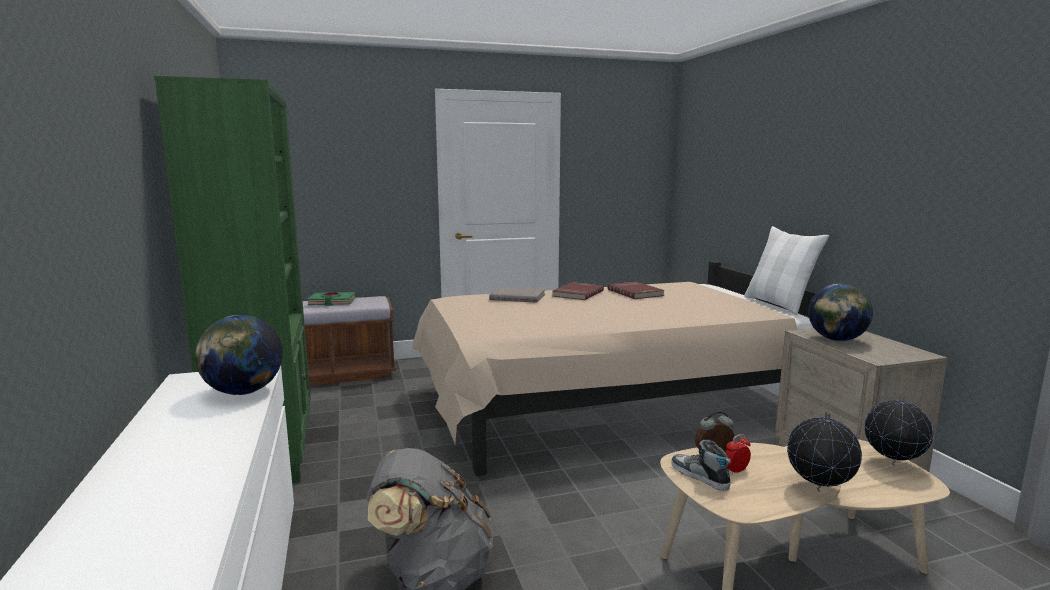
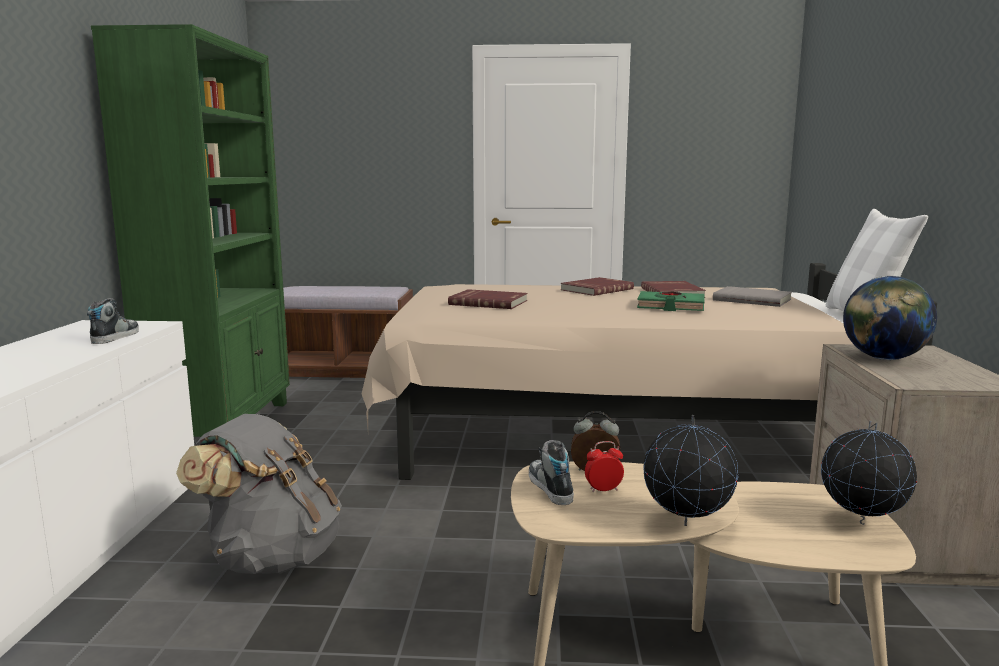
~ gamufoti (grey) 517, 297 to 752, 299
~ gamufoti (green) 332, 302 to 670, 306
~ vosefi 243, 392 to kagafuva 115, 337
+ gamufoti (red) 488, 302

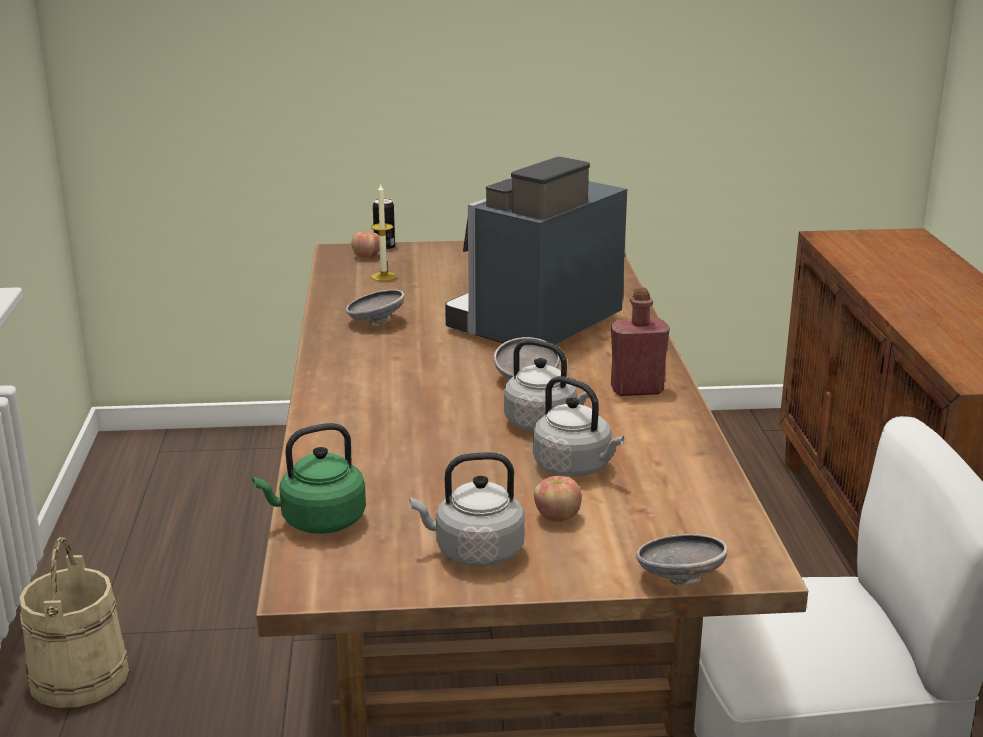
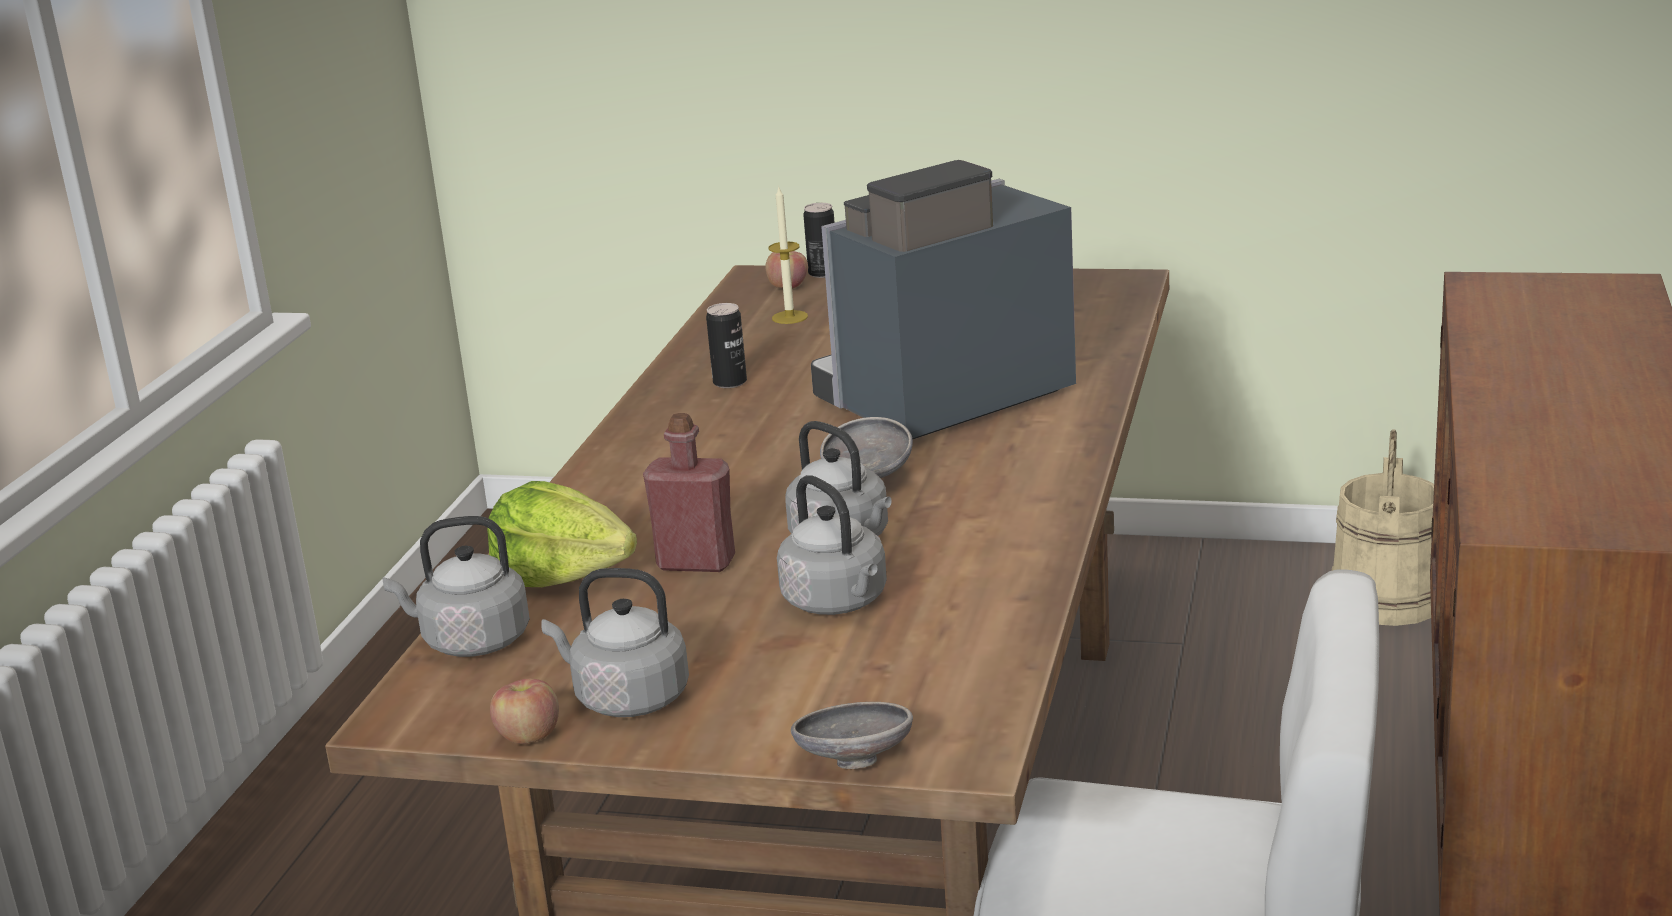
~ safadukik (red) 637, 390 to 696, 563
~ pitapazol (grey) 375, 322 to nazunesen 730, 382
~ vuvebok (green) 318, 521 to vuvebok (grey) 470, 642
~ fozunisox 556, 517 to 528, 737
~ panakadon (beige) 78, 676 to 1385, 598
+ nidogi 562, 574

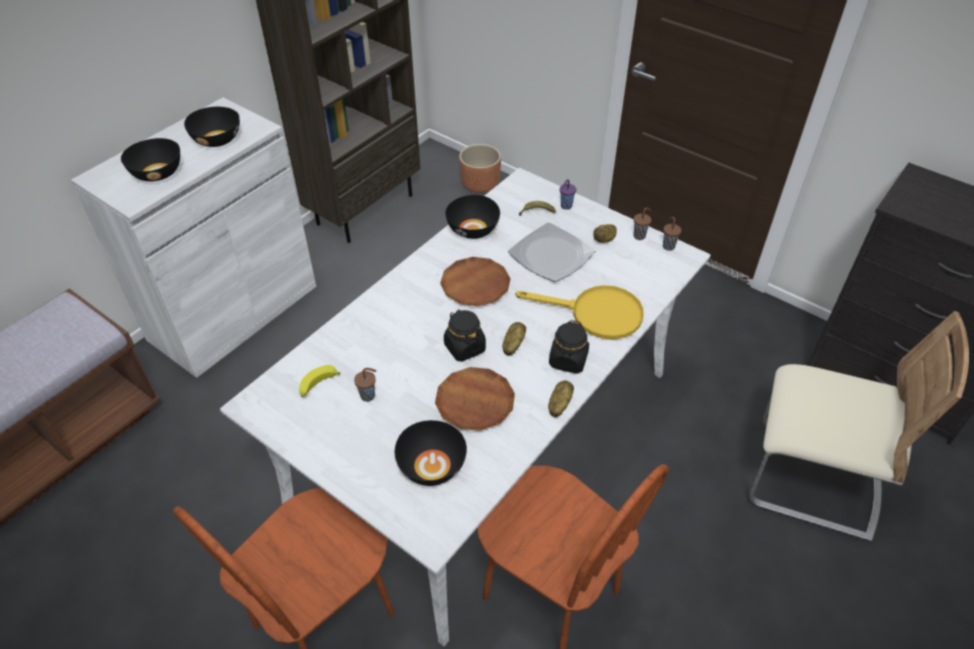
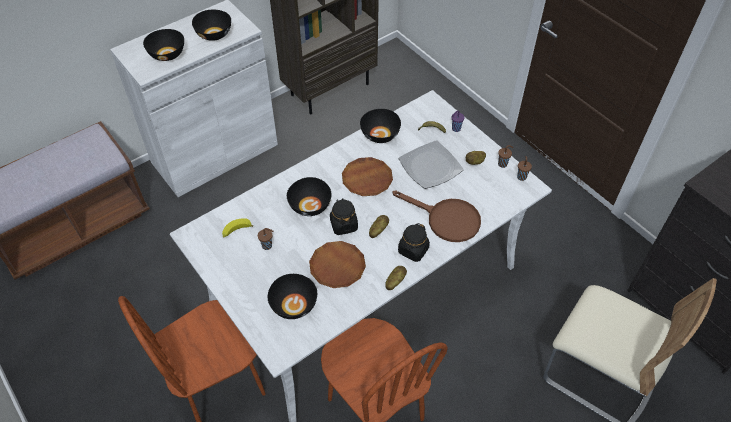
- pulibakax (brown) 479, 185
~ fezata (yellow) 596, 314 to fezata (brown) 446, 220
+ pitapazol (black) 309, 205

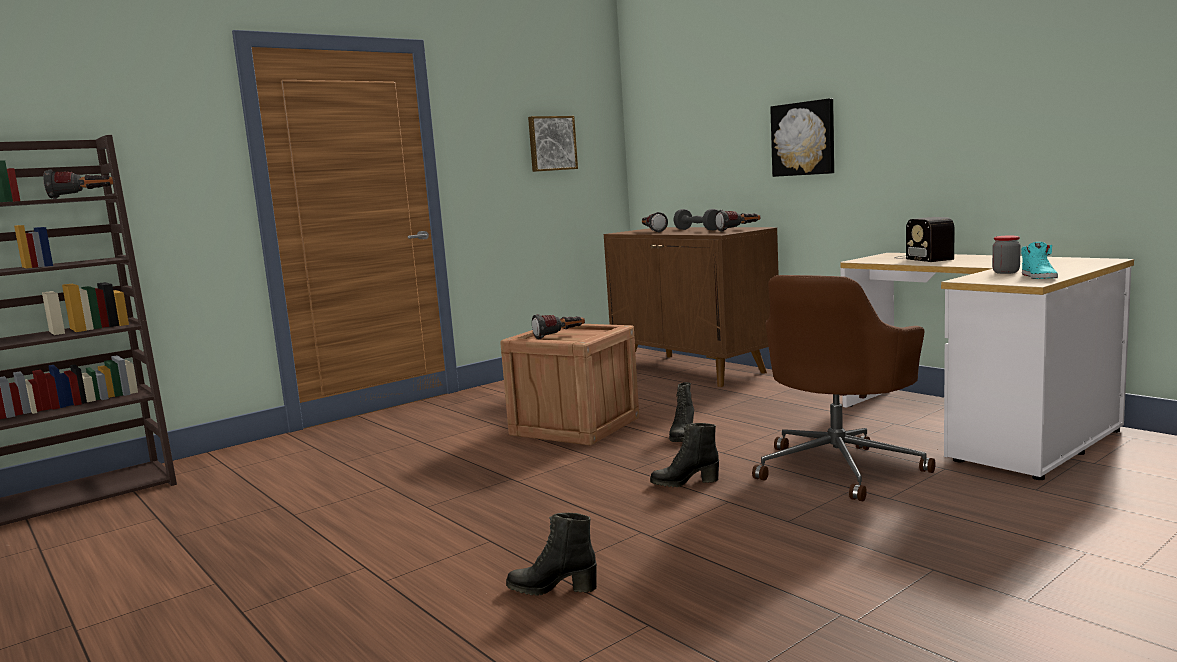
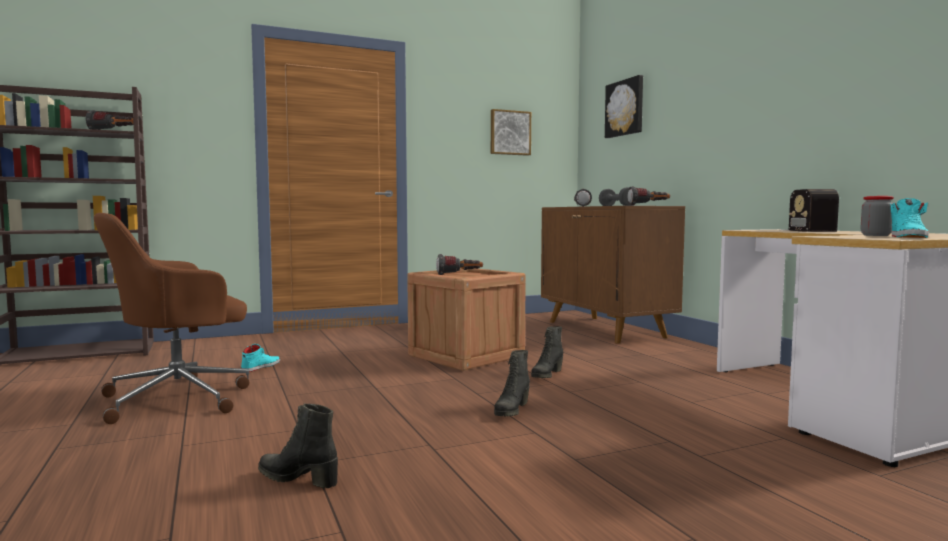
~ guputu 804, 138 to 625, 108
~ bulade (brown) 839, 468 to 180, 398
~ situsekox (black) 684, 482 = 511, 410 75 degrees counterclockwise
+ kagafuva (turquoise) 260, 367

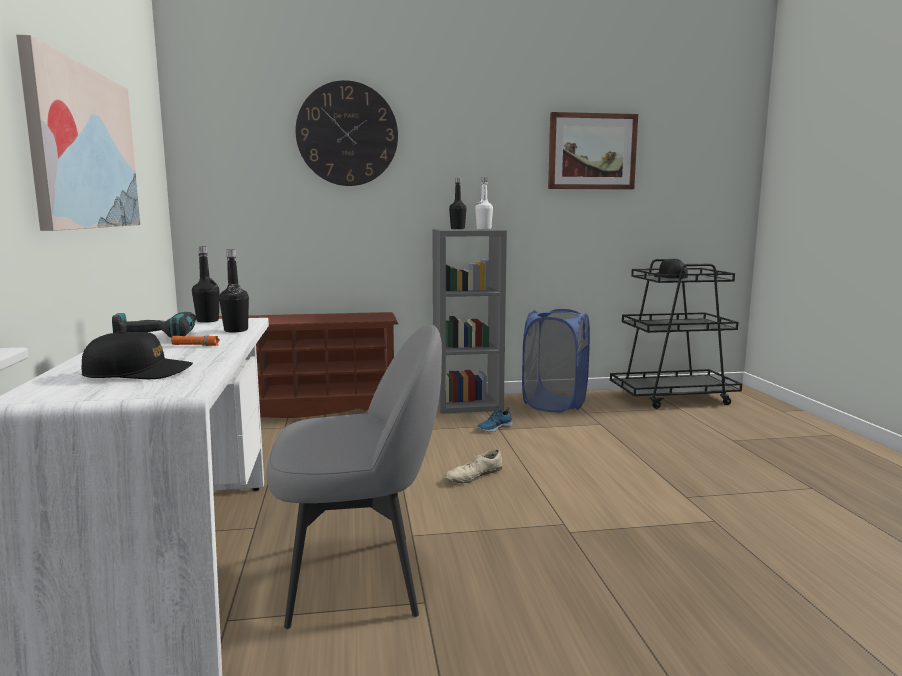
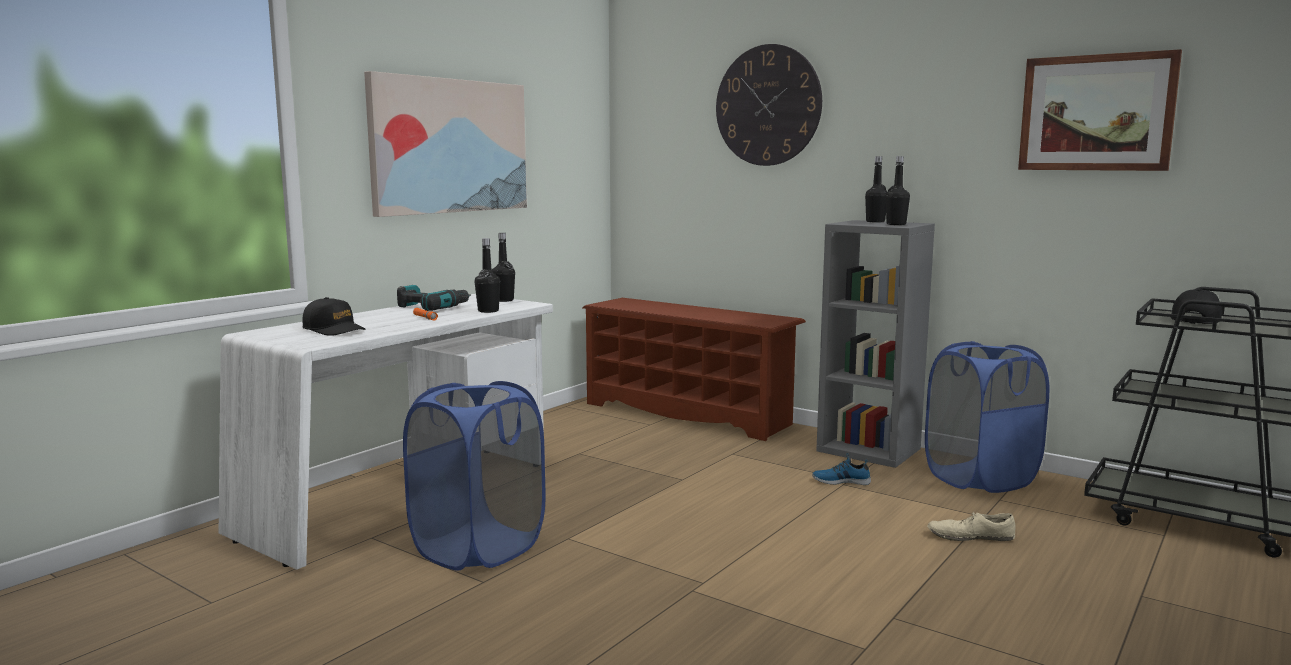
~ safadukik (white) 483, 229 to safadukik (black) 896, 224
~ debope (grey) 358, 577 to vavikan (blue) 478, 548
~ kagafuva (beige) 474, 475 to 970, 536

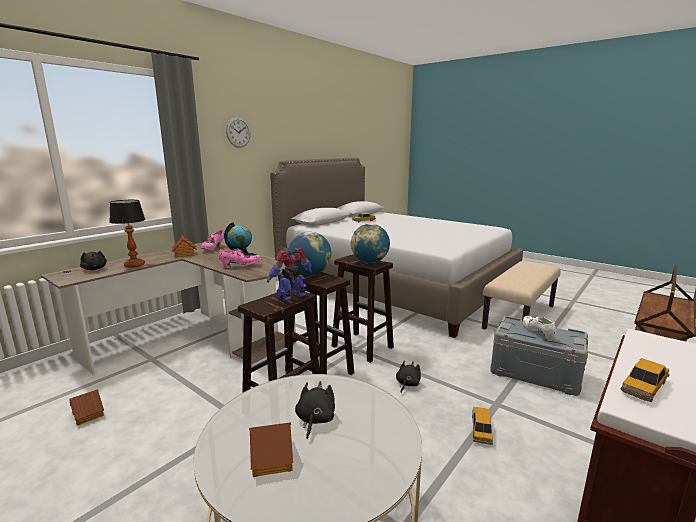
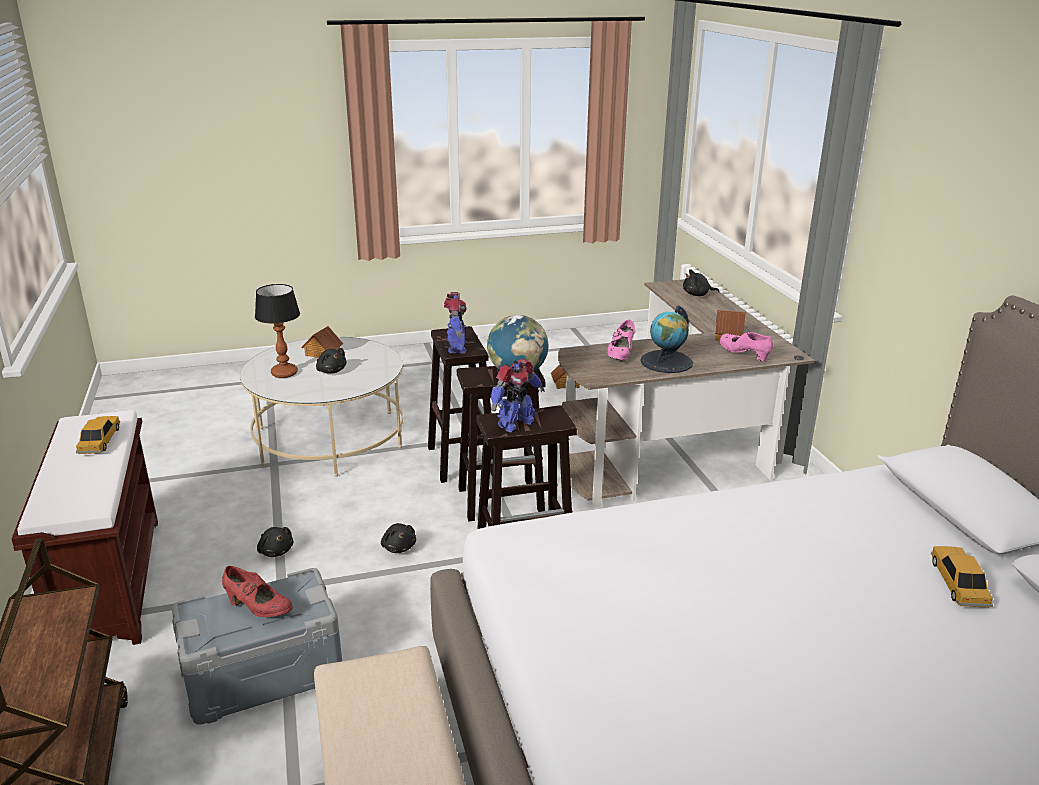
- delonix 238, 132
~ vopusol 134, 265 to 285, 373
~ vosefi 370, 262 to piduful 515, 423
~ kagafuva (white) 537, 333 to kagafuva (red) 258, 608
~ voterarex 481, 429 to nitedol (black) 275, 551

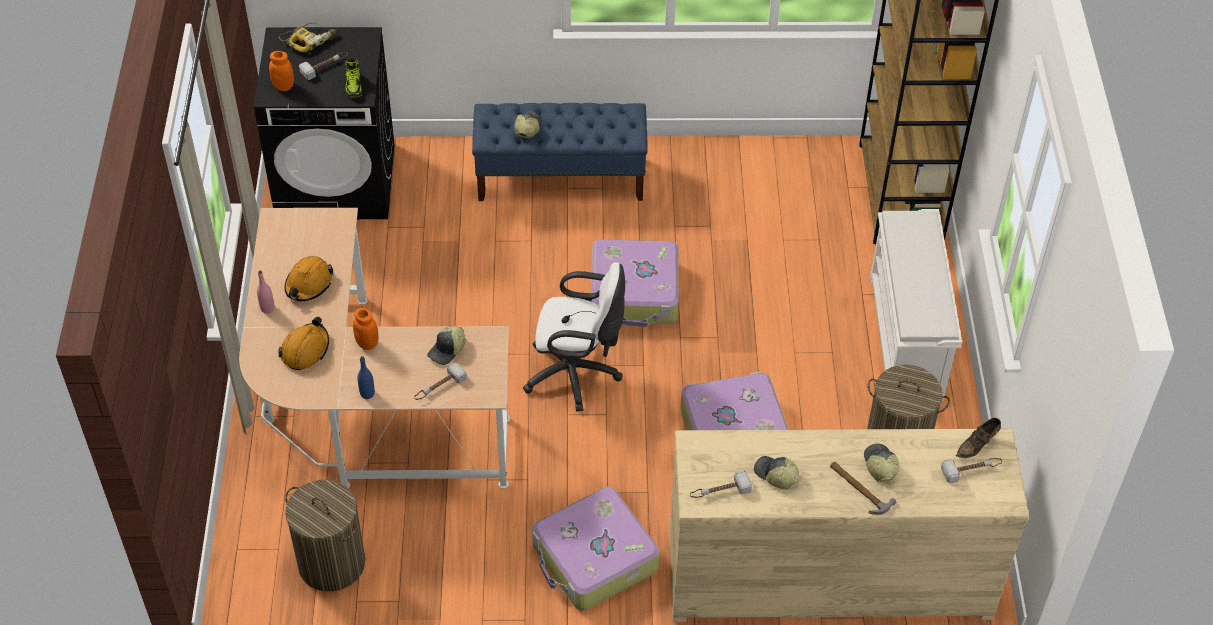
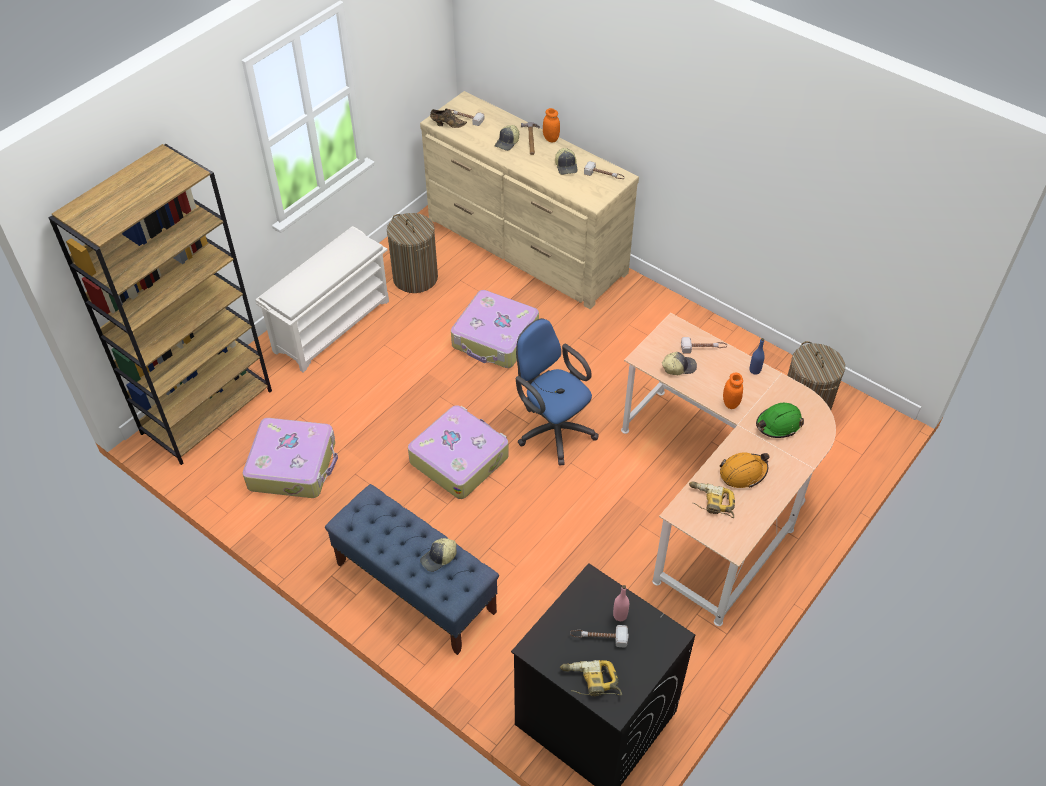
~ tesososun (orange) 283, 86 to 551, 139
- kagafuva 354, 86
~ bulade (white) 577, 374 to bulade (blue) 552, 429
~ safadukik (pink) 267, 308 to 620, 615
~ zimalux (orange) 305, 350 to zimalux (green) 778, 424
~ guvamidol 594, 559 to 293, 465
+ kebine 710, 502

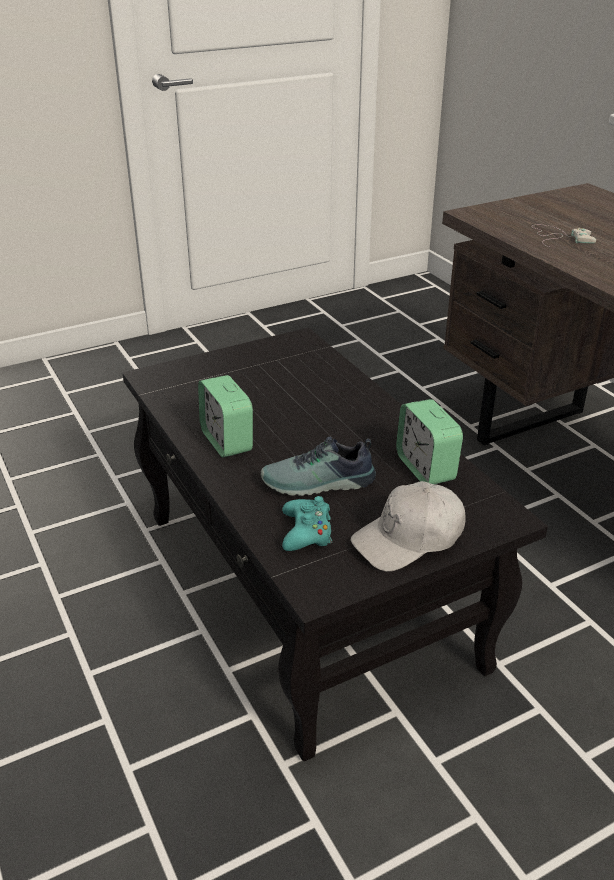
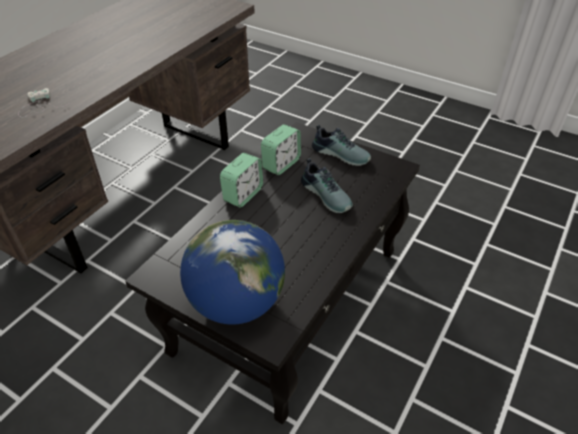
~ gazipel 227, 441 to 243, 195
~ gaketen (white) 409, 539 to kagafuva 341, 153
- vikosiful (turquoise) 306, 532
+ vosefi 236, 303

